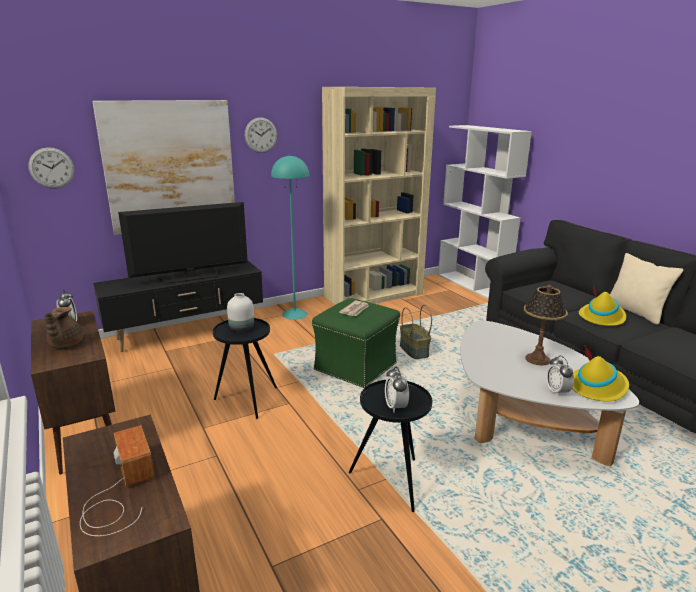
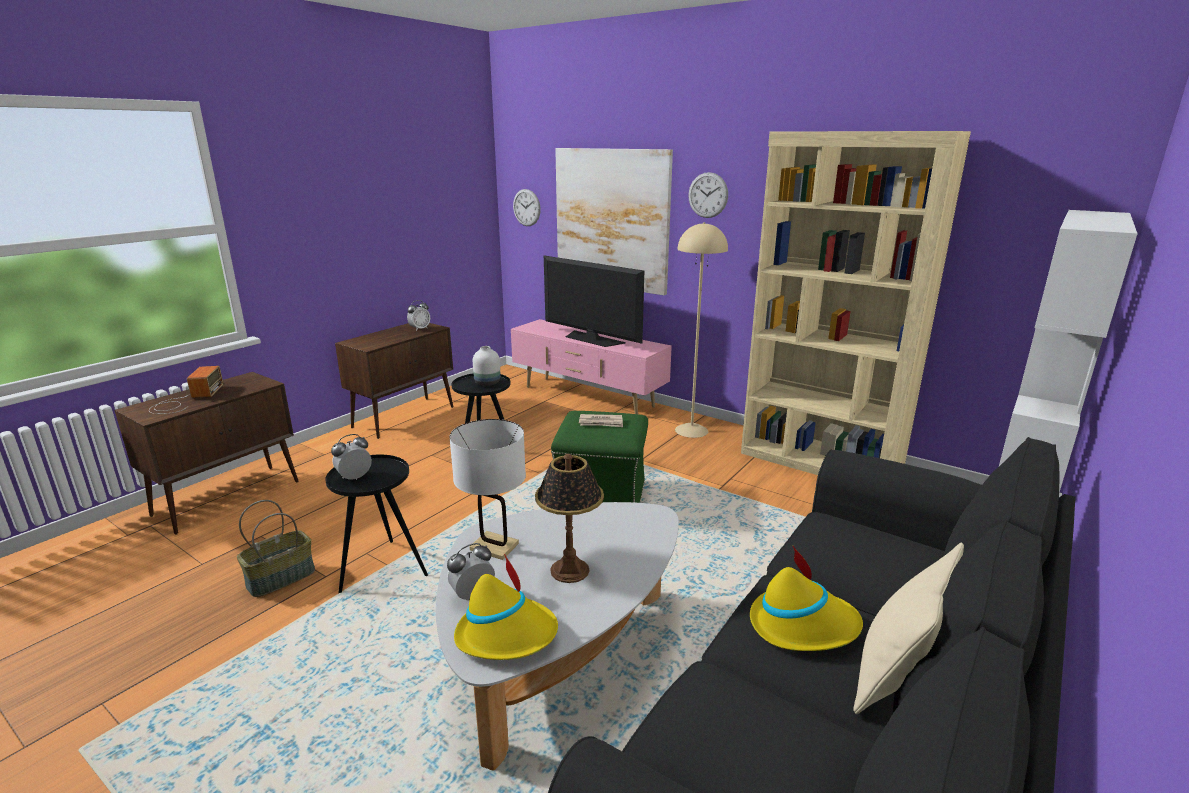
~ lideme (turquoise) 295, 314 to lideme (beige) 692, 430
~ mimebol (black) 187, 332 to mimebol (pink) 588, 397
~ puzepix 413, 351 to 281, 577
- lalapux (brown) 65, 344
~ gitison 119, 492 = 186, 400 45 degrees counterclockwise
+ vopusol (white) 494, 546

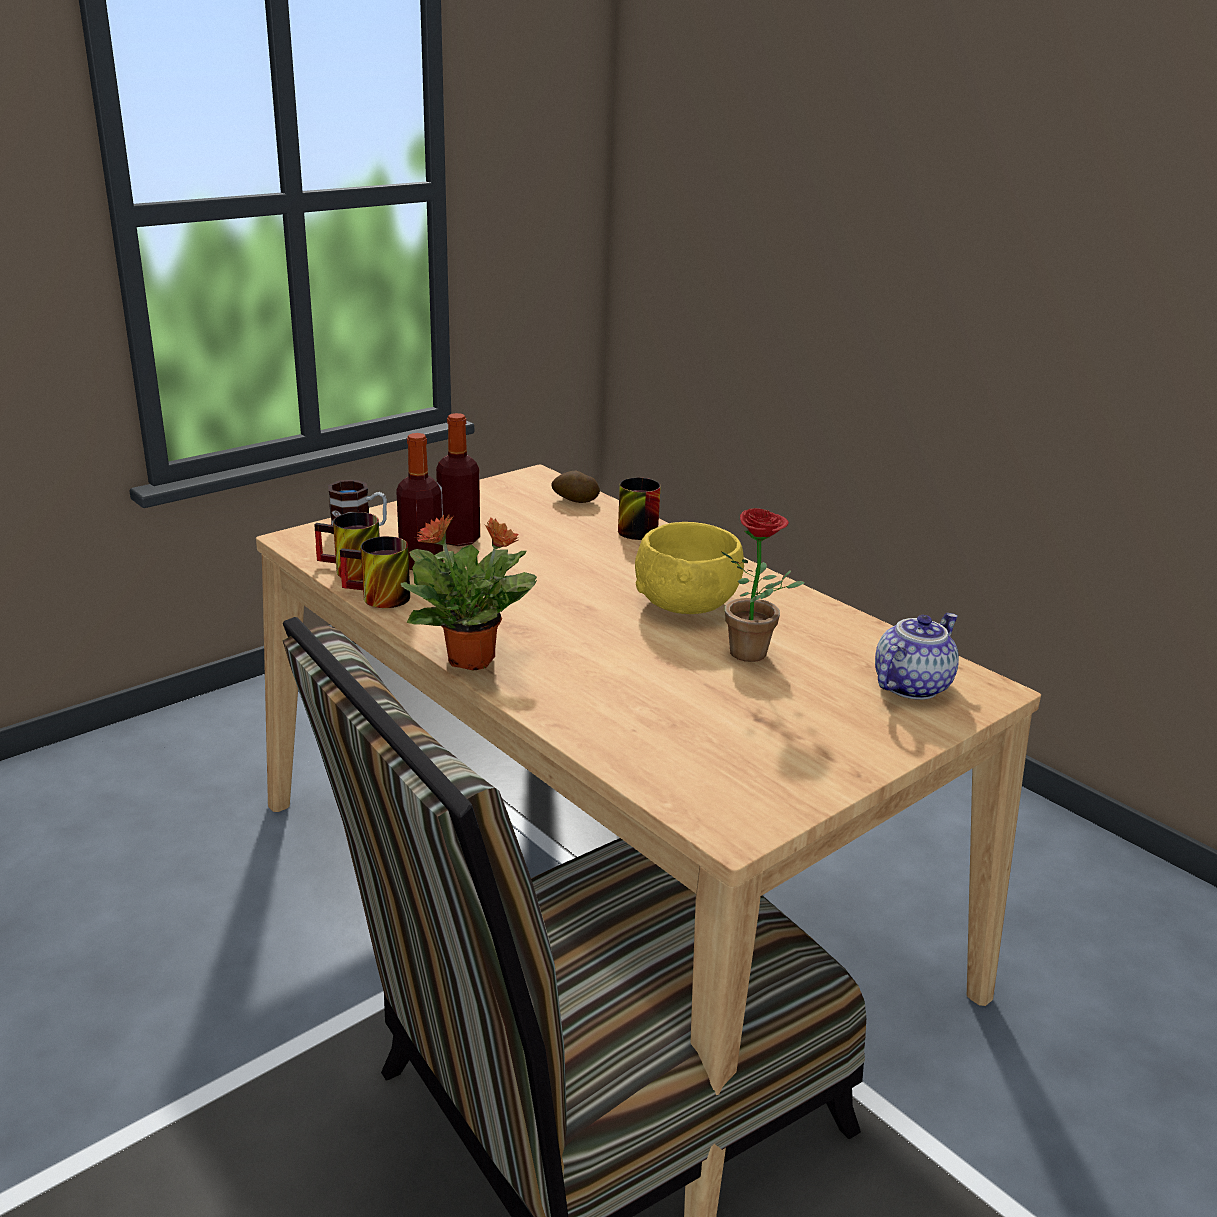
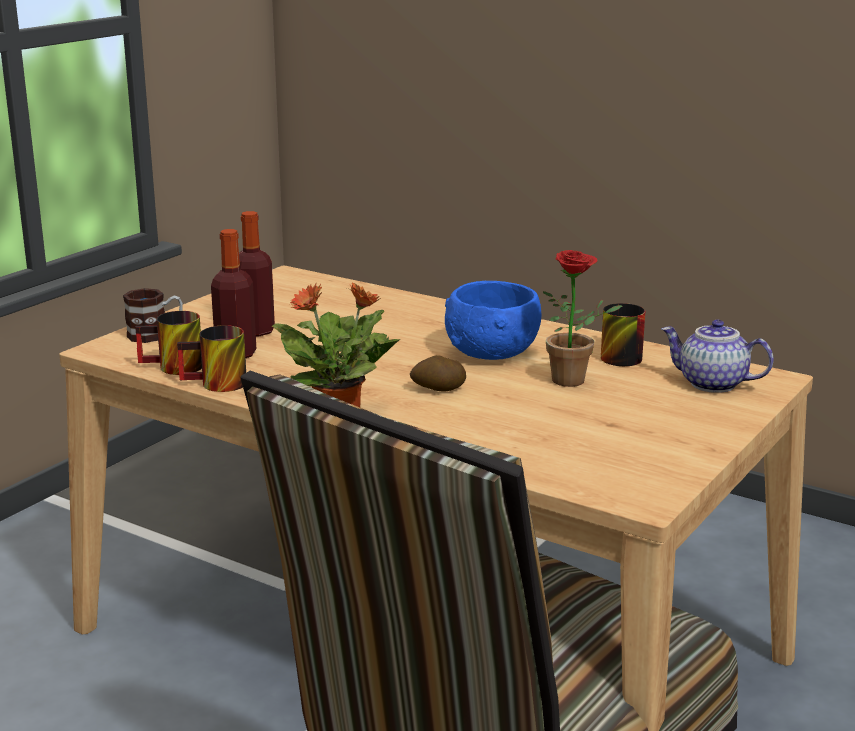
~ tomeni 575, 500 to 438, 389
~ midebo 635, 528 to 615, 355
~ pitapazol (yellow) 687, 604 to pitapazol (blue) 493, 353
~ lalapux 910, 685 = 711, 384 90 degrees counterclockwise

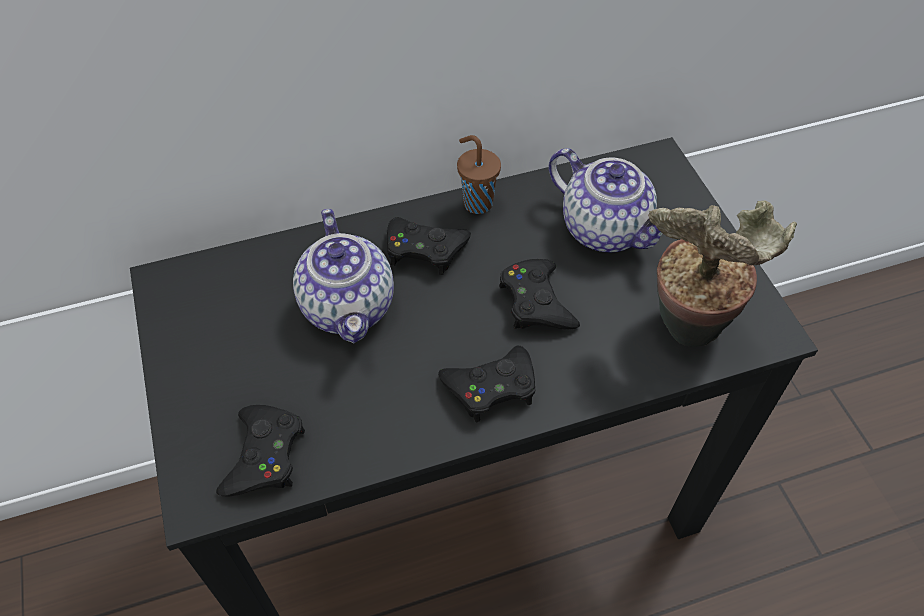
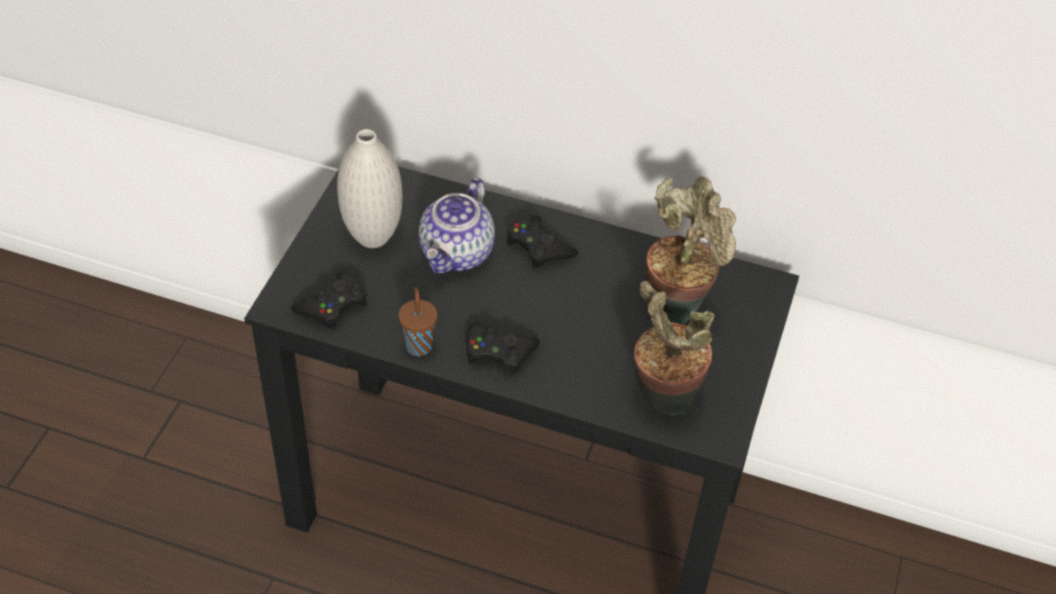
~ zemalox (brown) 476, 202 to 418, 345
~ lalapux 606, 229 to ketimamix 677, 306
- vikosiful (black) 536, 302
+ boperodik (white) 373, 237

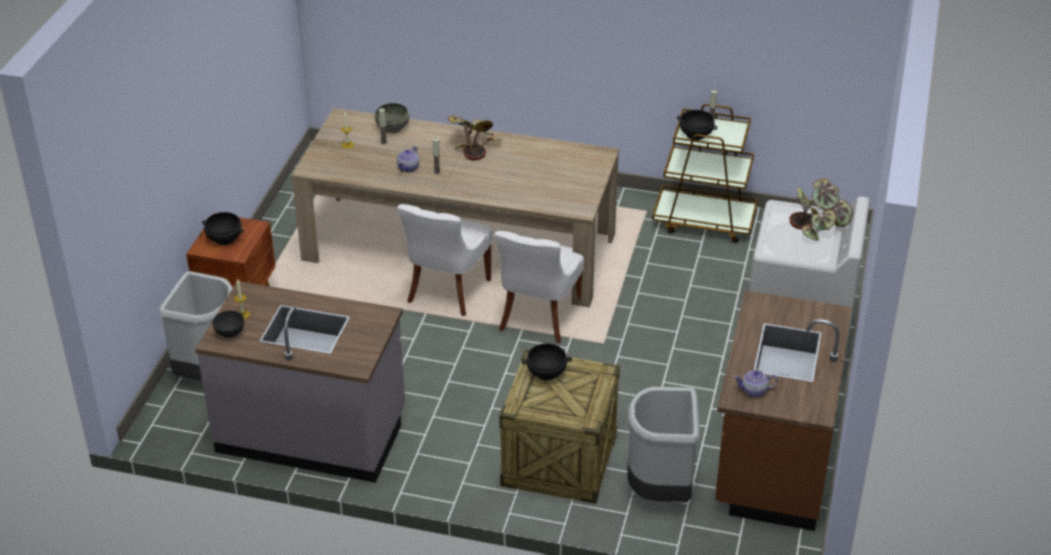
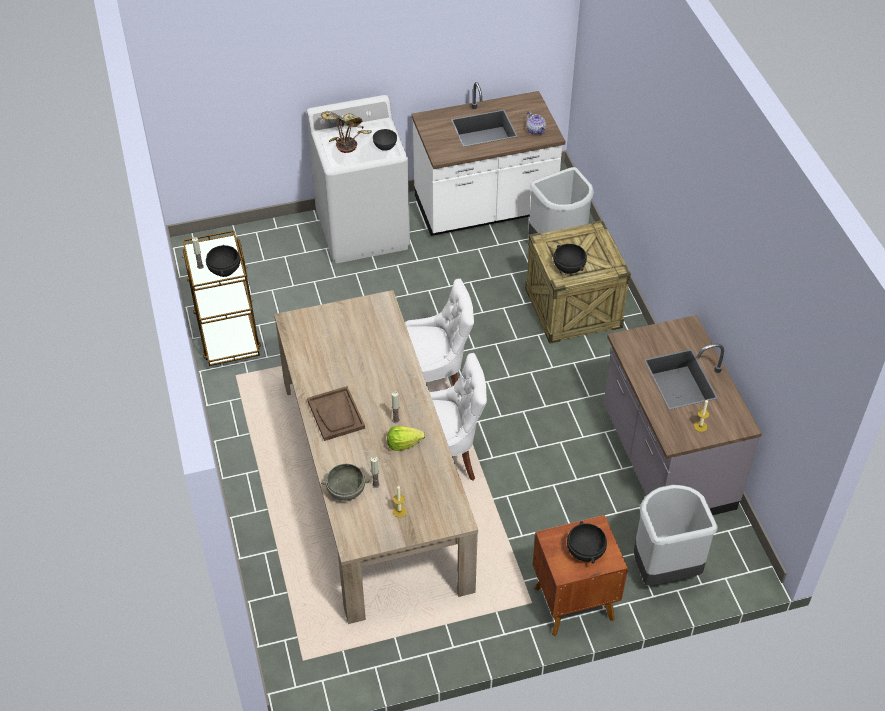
~ ketimamix 472, 145 to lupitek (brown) 336, 415
~ lalapux 408, 168 to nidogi 403, 444
~ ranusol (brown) 772, 459 to ranusol (white) 485, 208
~ pitapazol (grey) 230, 333 to 385, 147

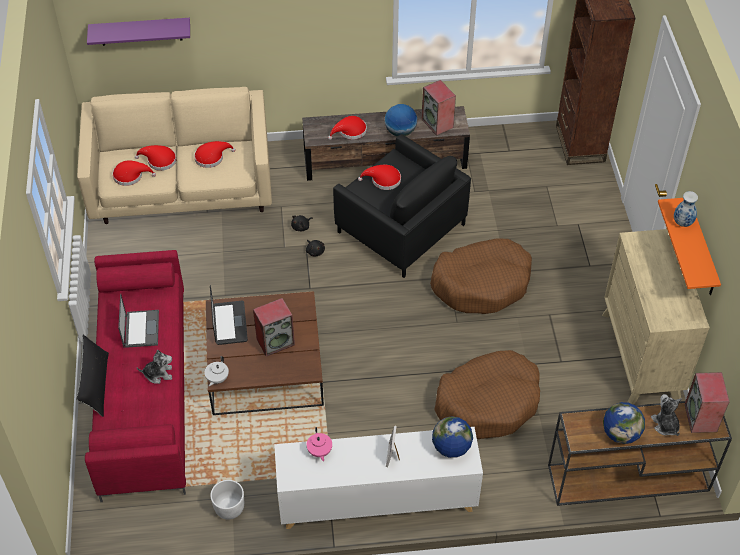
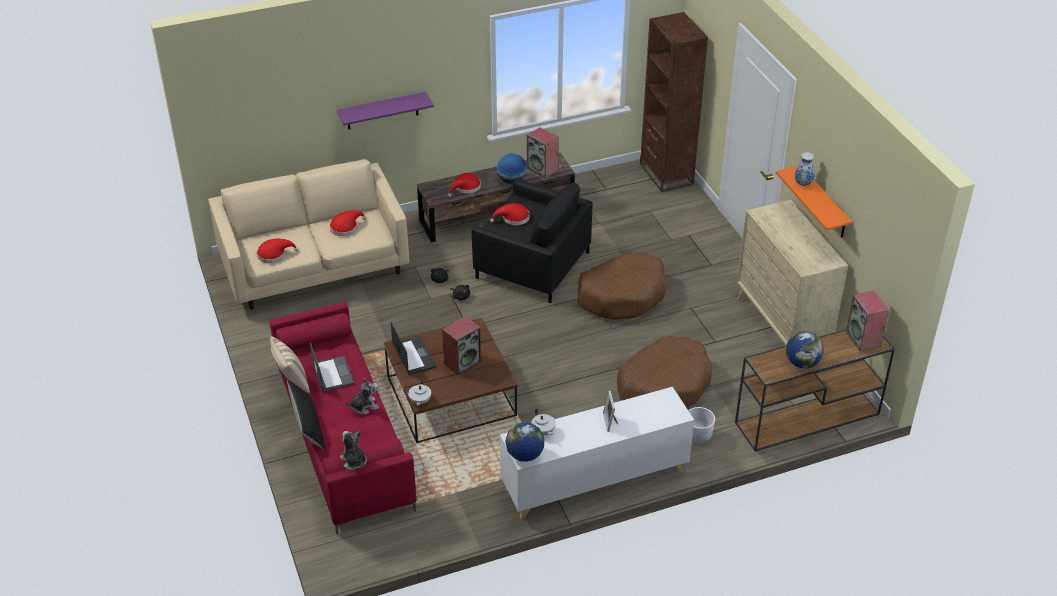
~ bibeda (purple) 140, 31 to 382, 111
- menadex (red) 159, 161
~ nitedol 665, 425 to 354, 461
~ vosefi 451, 448 to 525, 455
~ lalapux (pink) 319, 451 to lalapux (white) 543, 432
~ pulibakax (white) 229, 508 to 697, 435
+ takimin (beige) 291, 381

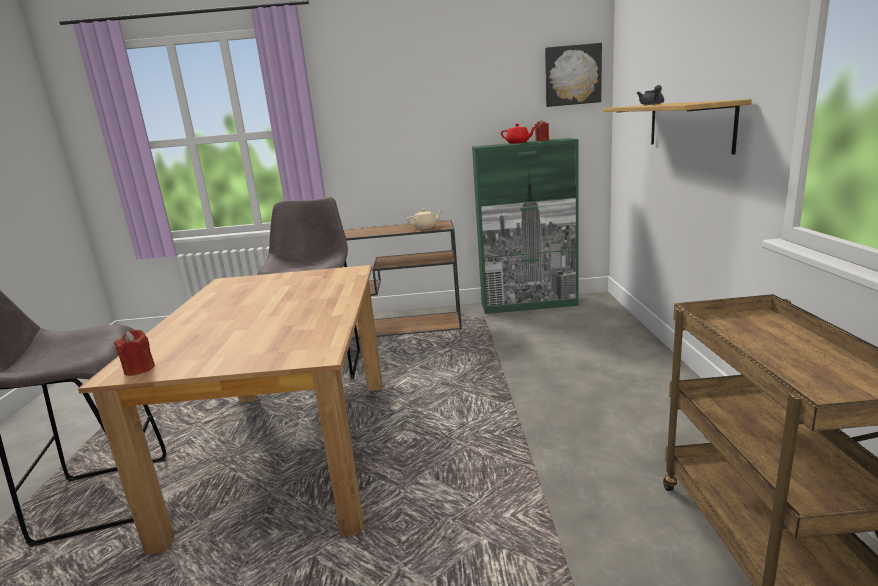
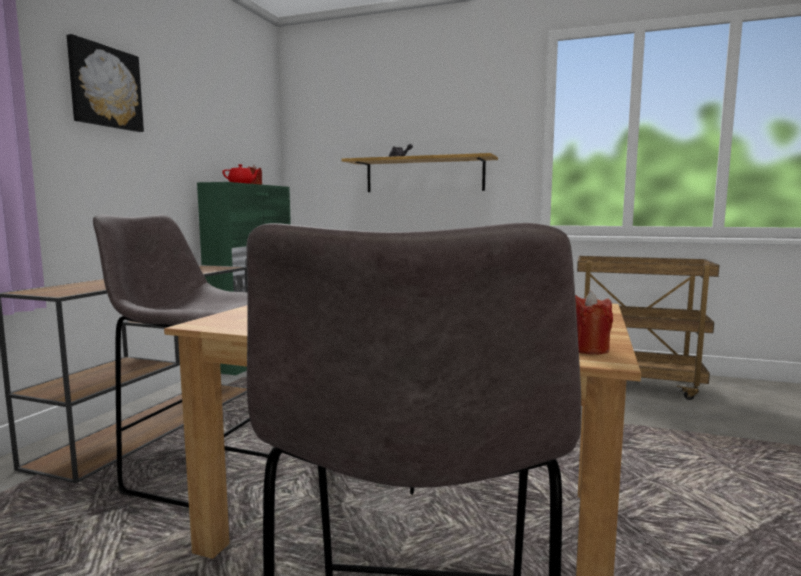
~ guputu 572, 75 to 104, 87
- lalapux (beige) 425, 227

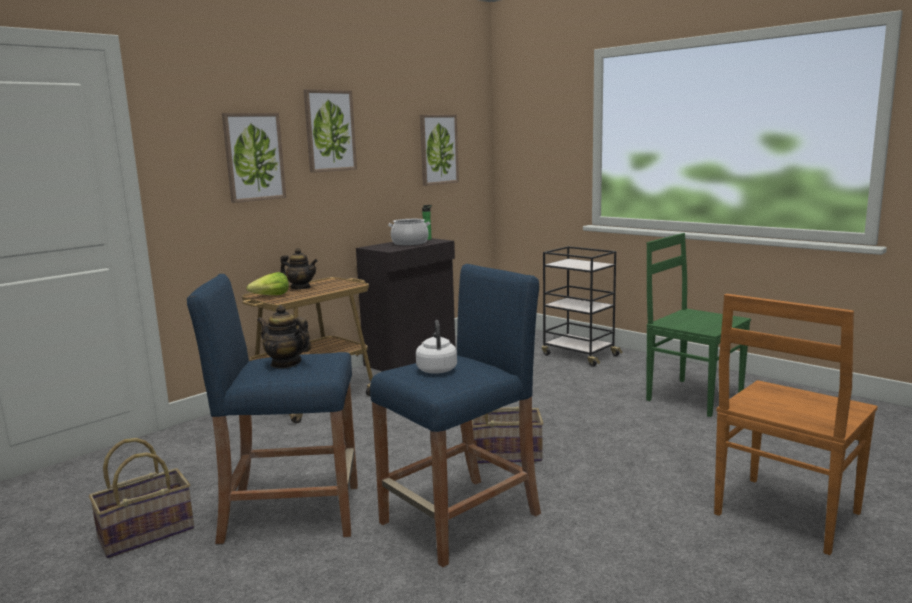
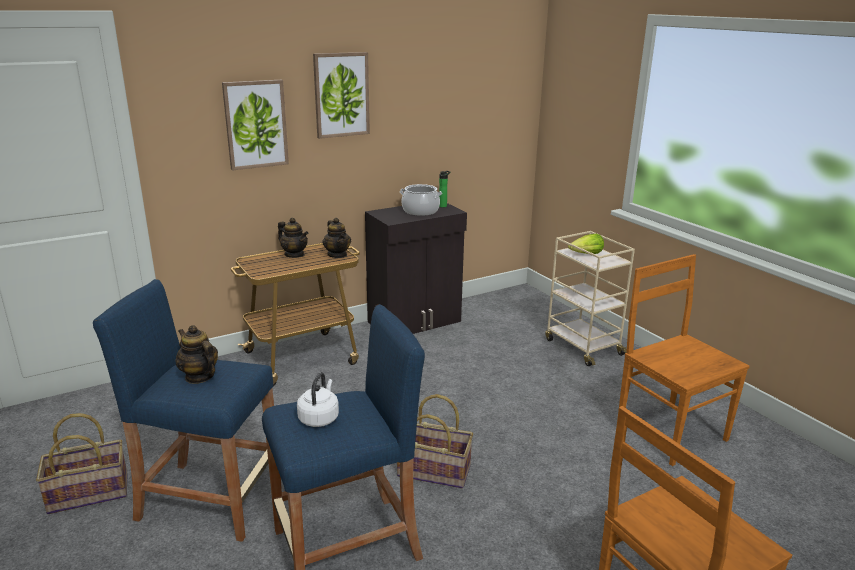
- guputu 438, 149
~ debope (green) 692, 396 to debope (brown) 669, 431
~ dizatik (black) 579, 355 to dizatik (beige) 582, 346
~ nidogi 271, 296 to 586, 254
+ lalapux 337, 255

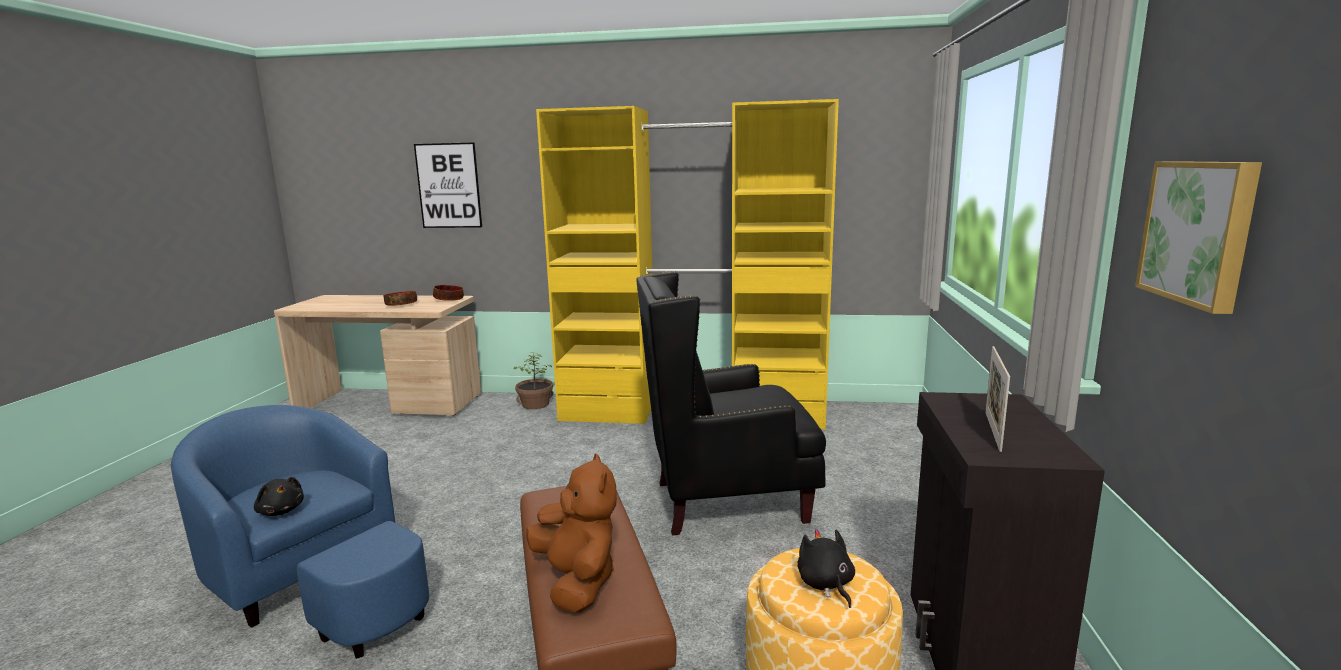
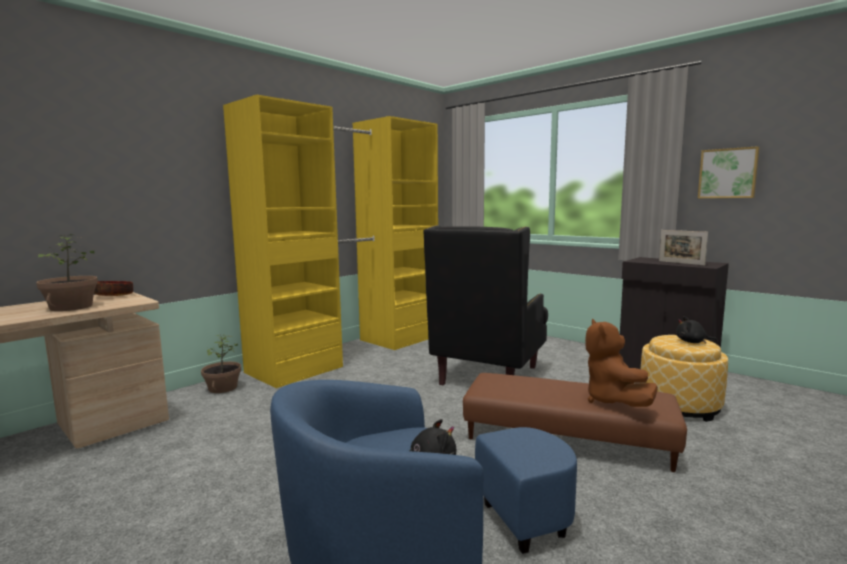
- guputu 448, 186
~ pitapazol 401, 304 to ketimamix 71, 307
~ nitedol (brown) 577, 581 = 613, 401 105 degrees counterclockwise

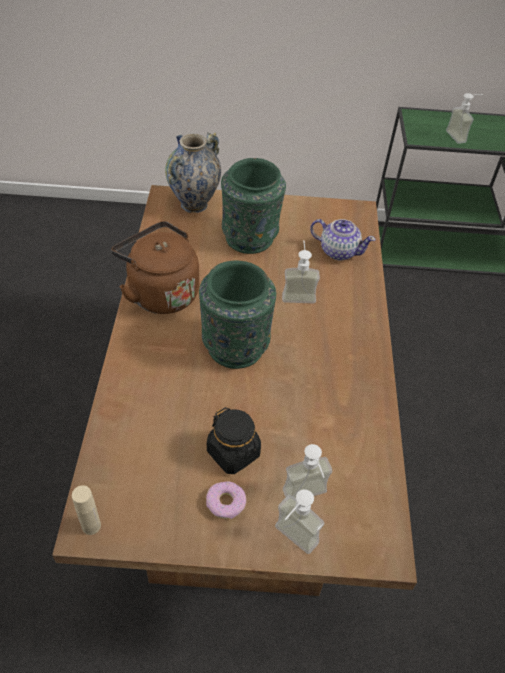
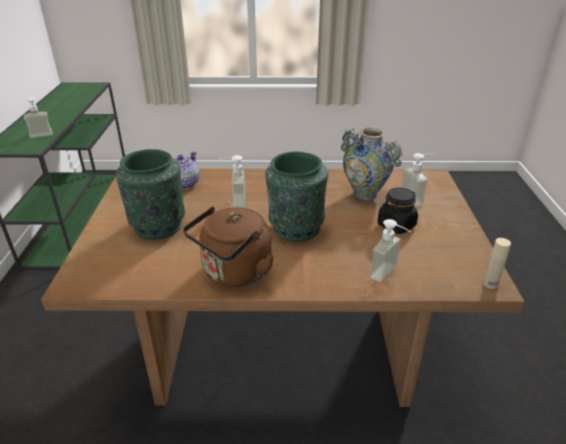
~ boperodik 194, 205 to 365, 194
- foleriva 226, 503
~ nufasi 290, 541 to 389, 274

